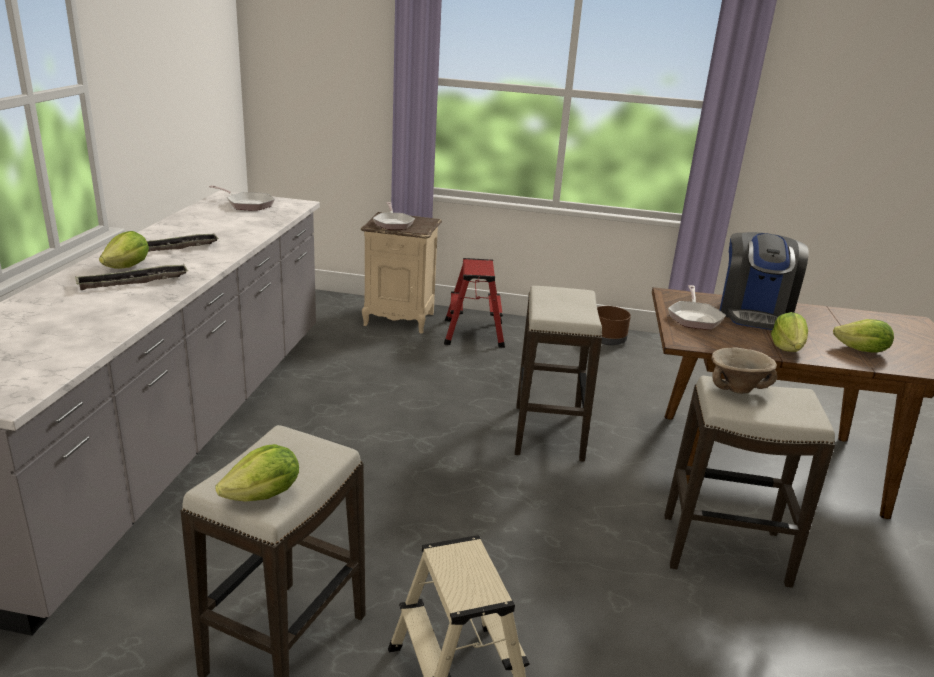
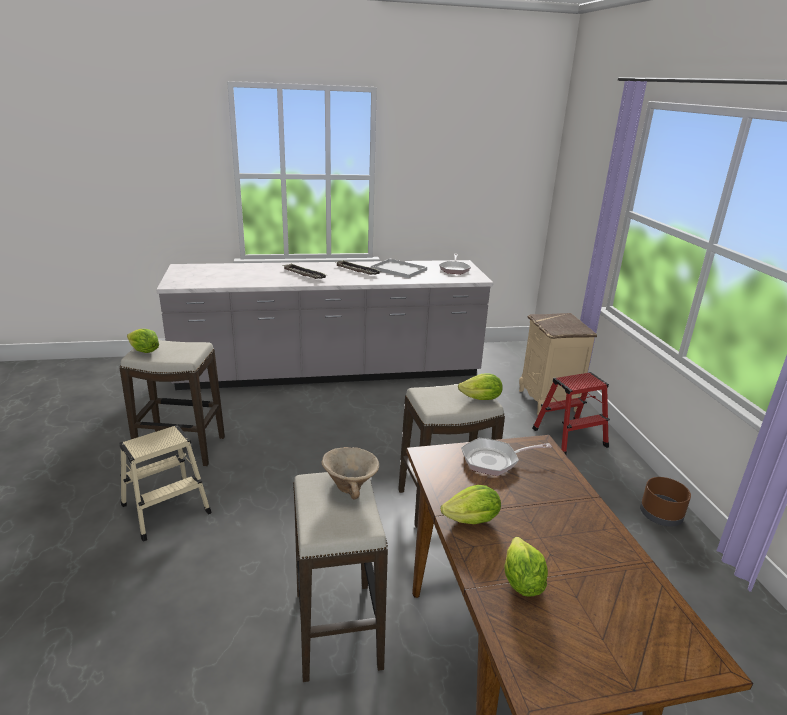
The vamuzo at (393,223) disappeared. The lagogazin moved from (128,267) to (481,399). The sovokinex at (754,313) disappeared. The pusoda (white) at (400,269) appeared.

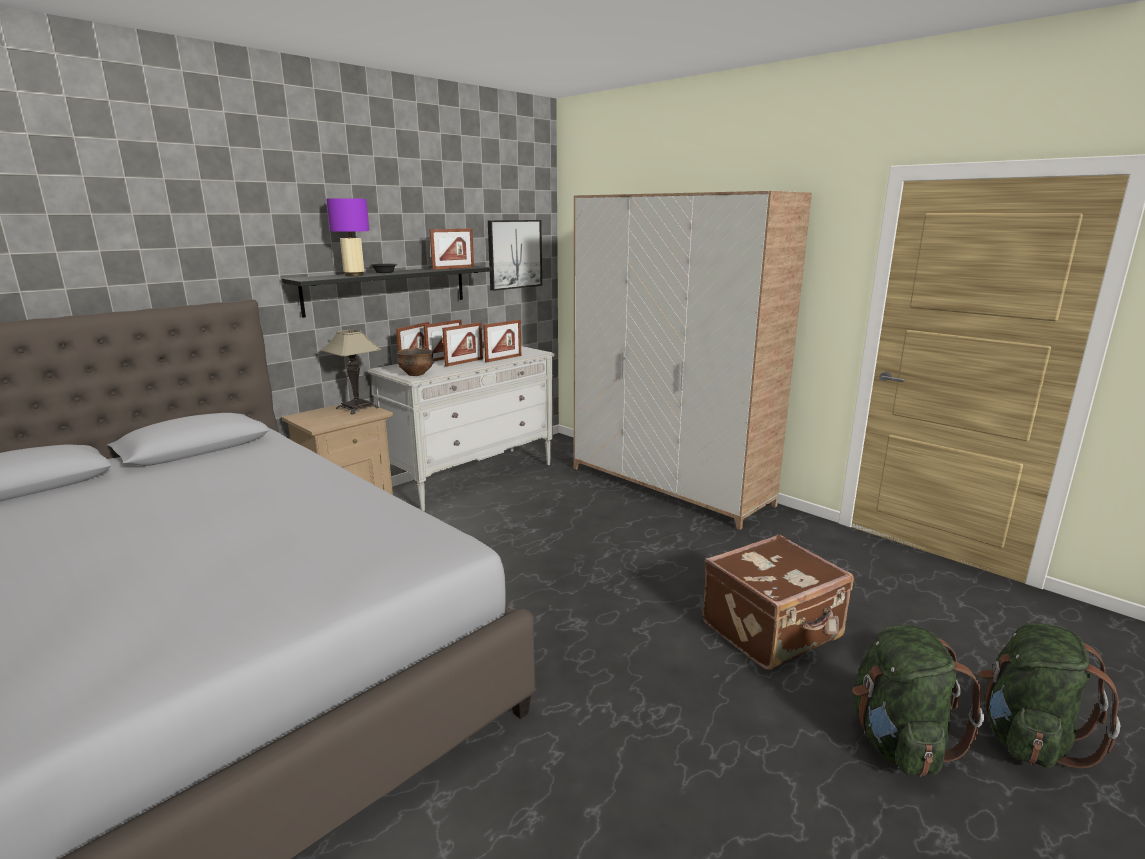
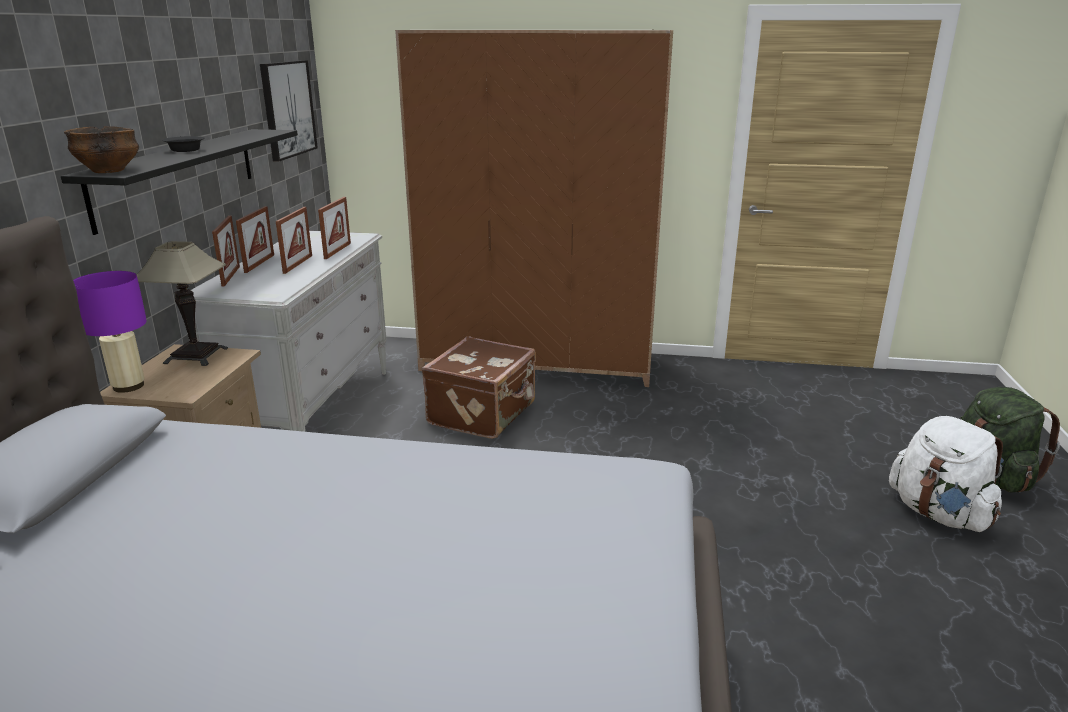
The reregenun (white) at (670,486) became the reregenun (brown) at (538,363). The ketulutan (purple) moved from (354,275) to (129,386). The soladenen at (453,268) disappeared. The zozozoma moved from (416,374) to (109,170). The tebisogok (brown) moved from (773,631) to (484,414). The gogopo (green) at (898,742) became the gogopo (white) at (939,514).

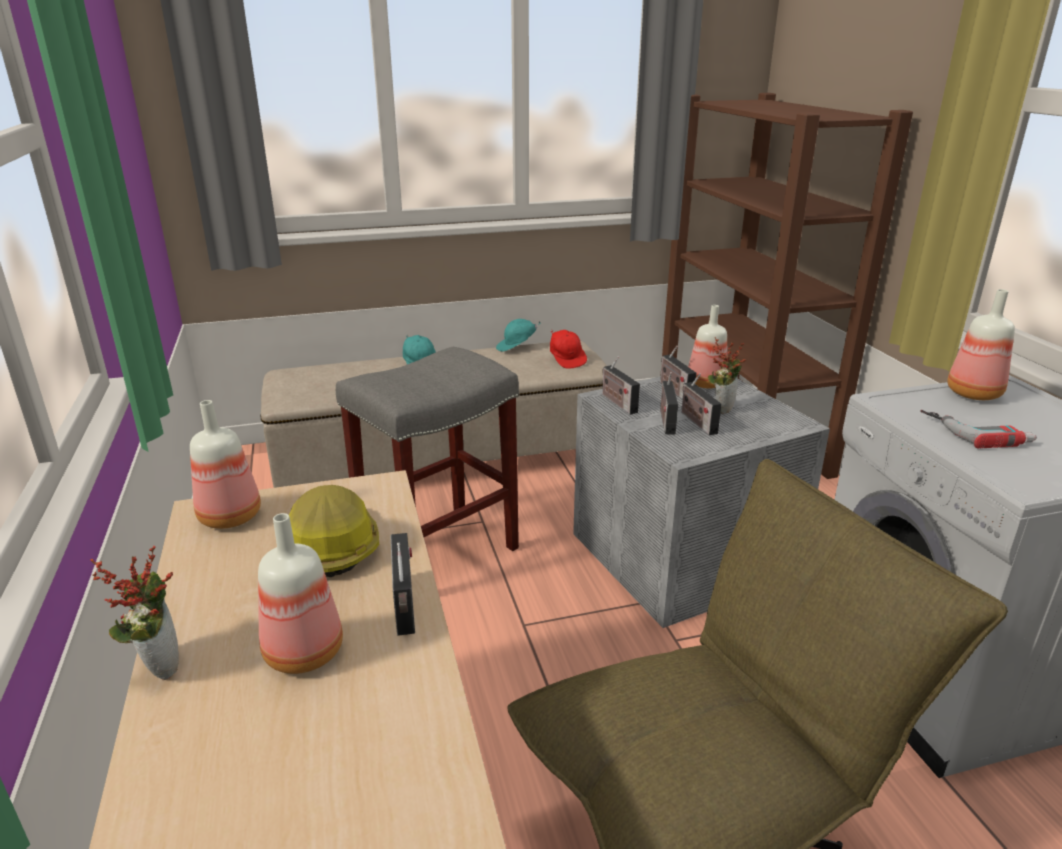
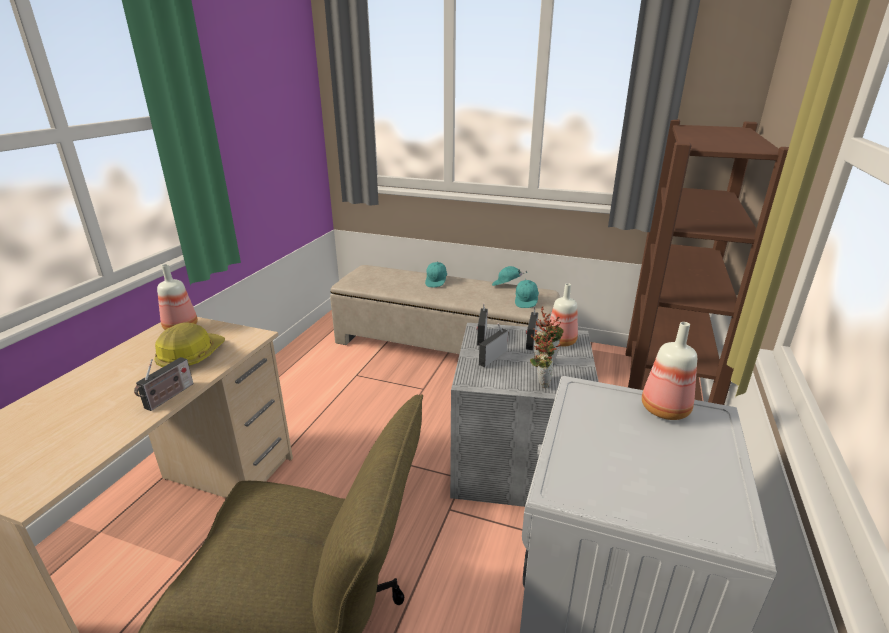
The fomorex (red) at (567,360) became the fomorex (turquoise) at (526,301). The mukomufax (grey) at (440,551) disappeared. The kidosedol at (696,421) disappeared. The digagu at (976,431) disappeared. The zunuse at (301,652) disappeared. The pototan moved from (158,664) to (541,381).

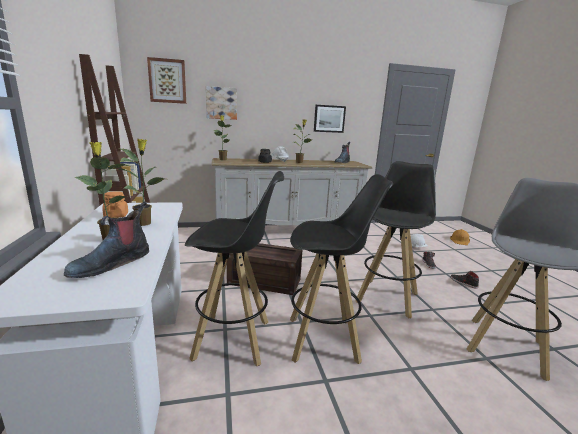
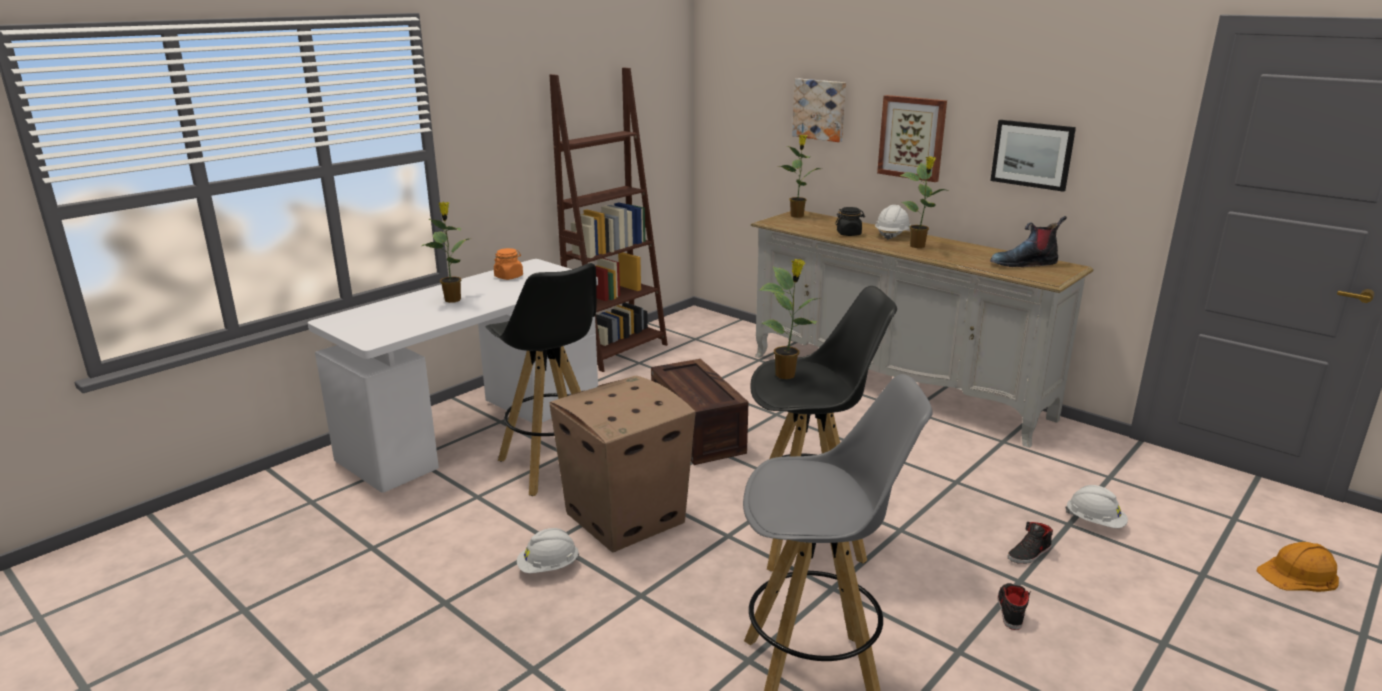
The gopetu moved from (167,81) to (912,137). The pototan moved from (144,223) to (786,375). The mukomufax (black) at (324,340) was replaced by the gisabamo at (623,518). The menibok at (111,263) disappeared. The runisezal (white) at (548,567) appeared.

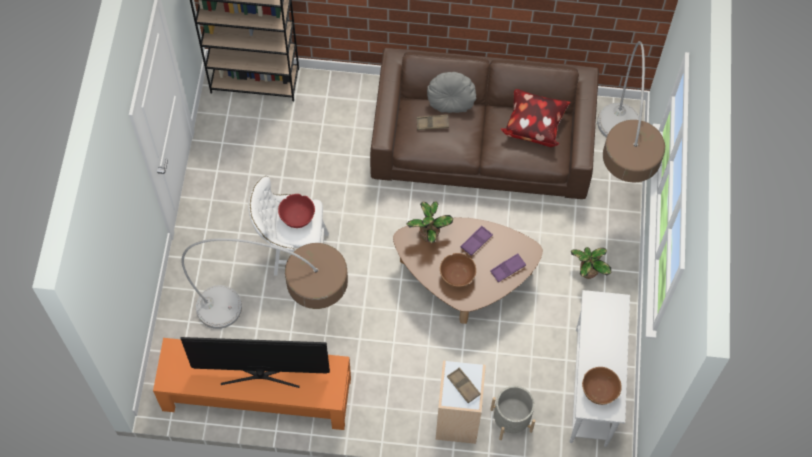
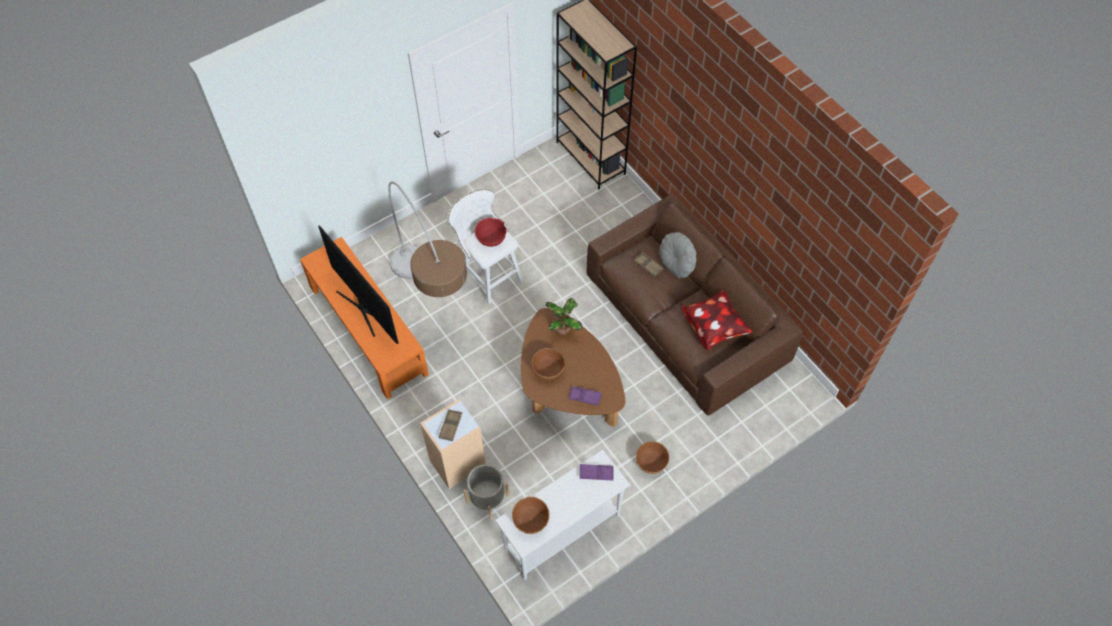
The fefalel at (616,174) disappeared. The pusoda (purple) moved from (476,242) to (596,473). The pototan at (587,273) was replaced by the zozozoma (brown) at (651,463).

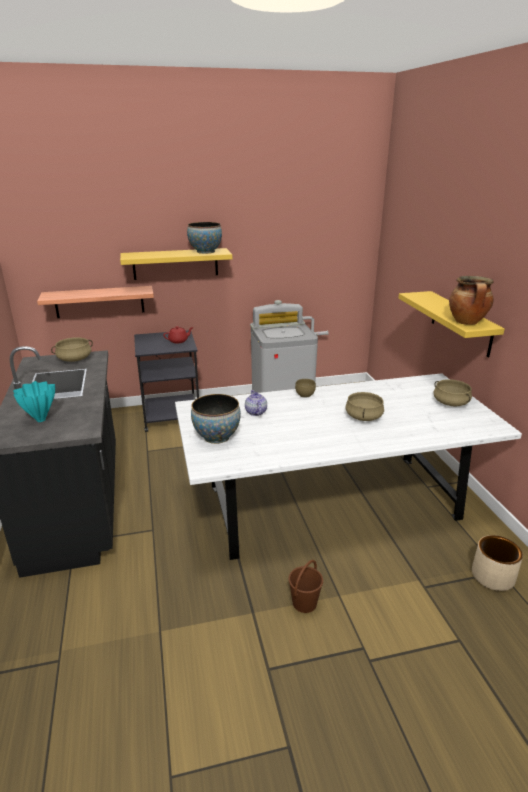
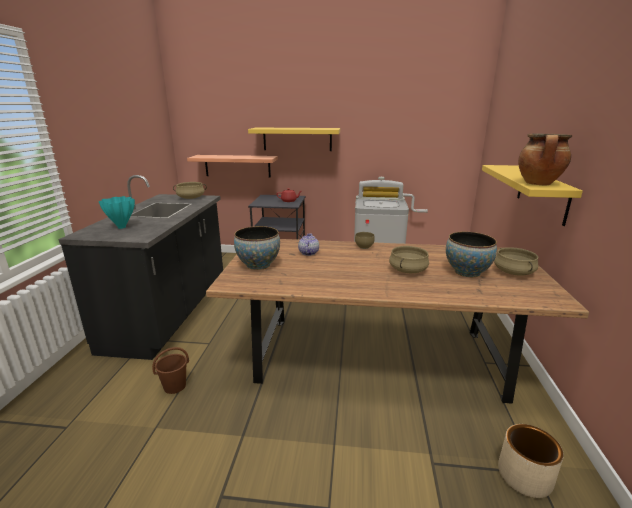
The zozozoma moved from (205,252) to (467,272). The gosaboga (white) at (332,503) became the gosaboga (brown) at (376,356). The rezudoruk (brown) moved from (304,602) to (175,386).

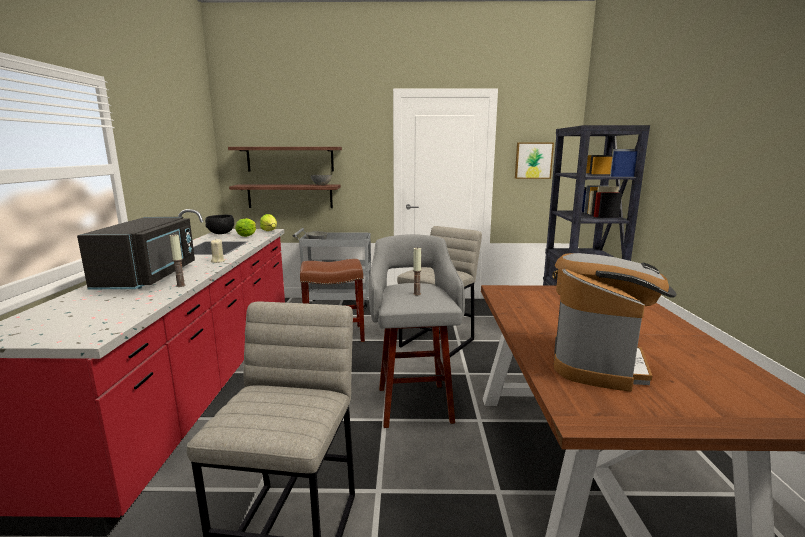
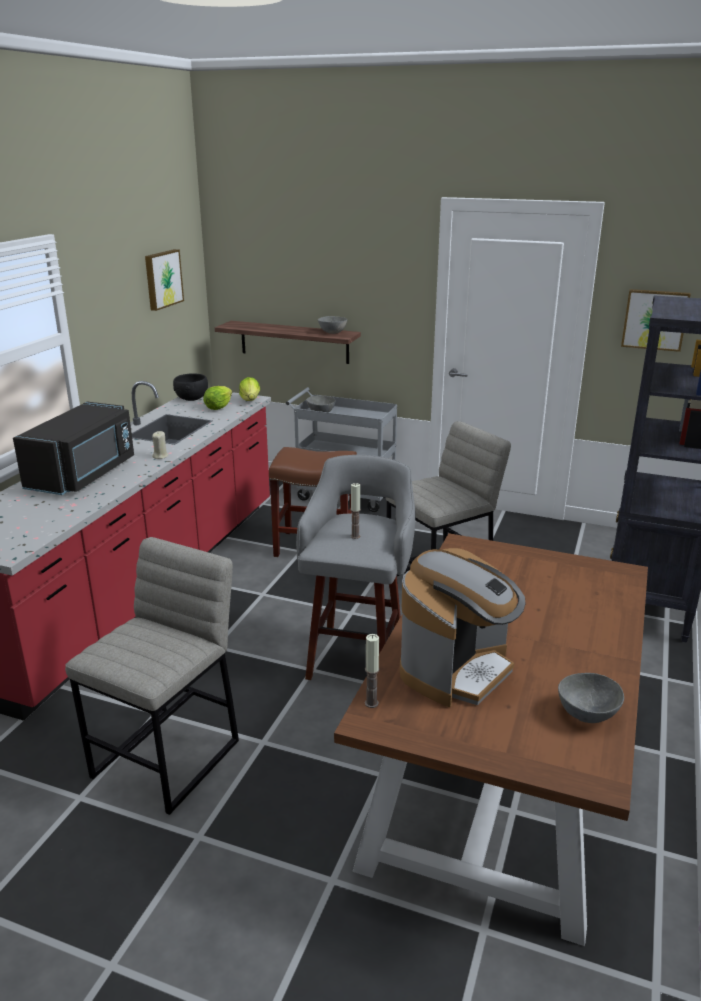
The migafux at (290,159) disappeared. The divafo moved from (181,285) to (371,703). The gopetu at (162,279) appeared. The zozozoma (grey) at (589,714) appeared.

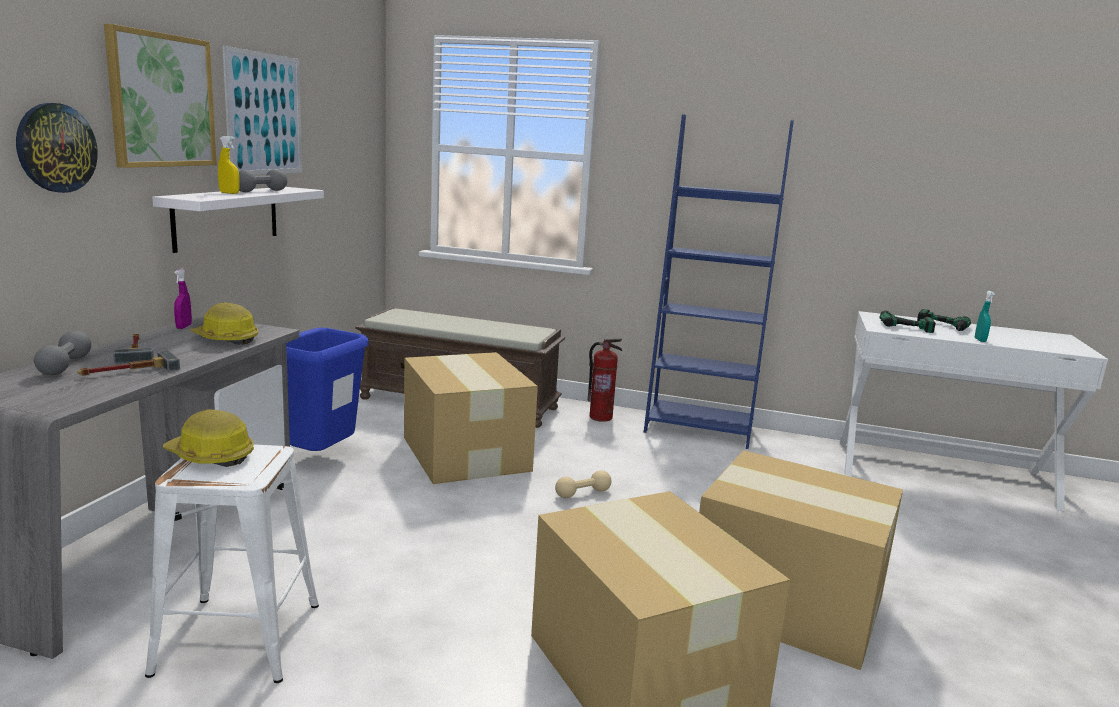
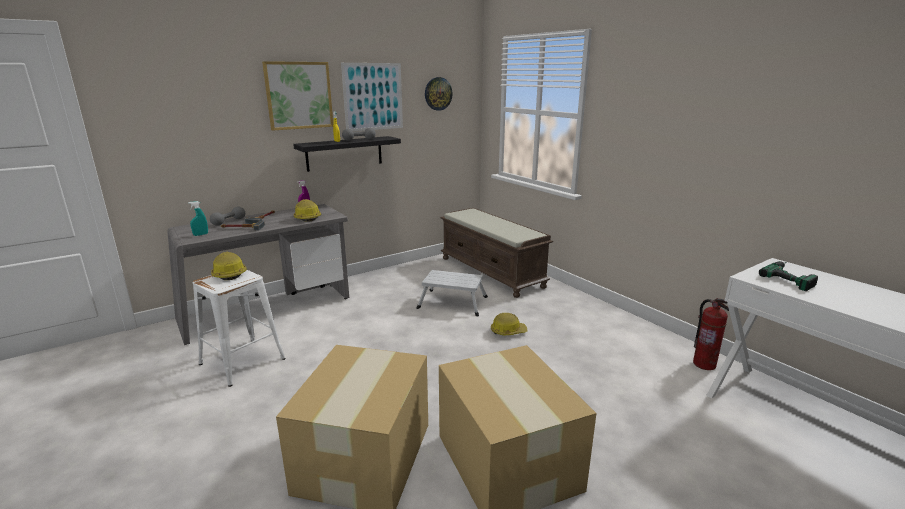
The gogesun moved from (56,148) to (438,94). The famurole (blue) at (698,430) disappeared. The migafux (white) at (227,217) became the migafux (black) at (344,153). The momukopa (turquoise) moved from (980,340) to (201,234). The digagu at (941,327) disappeared. The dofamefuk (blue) at (322,459) disappeared. The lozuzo moved from (601,417) to (704,364). The gisabamo at (466,453) was replaced by the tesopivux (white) at (453,302). The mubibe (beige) at (583,493) disappeared. The runisezal at (508,331) appeared.

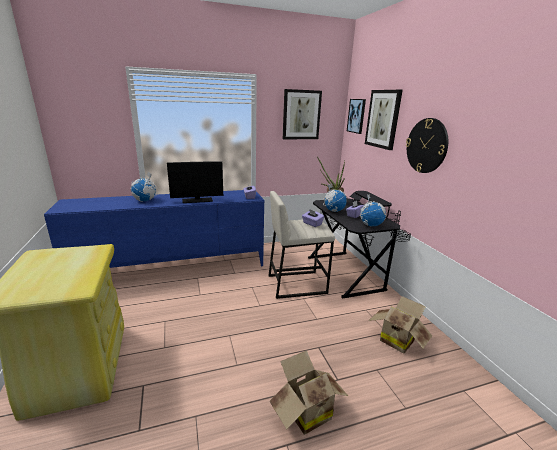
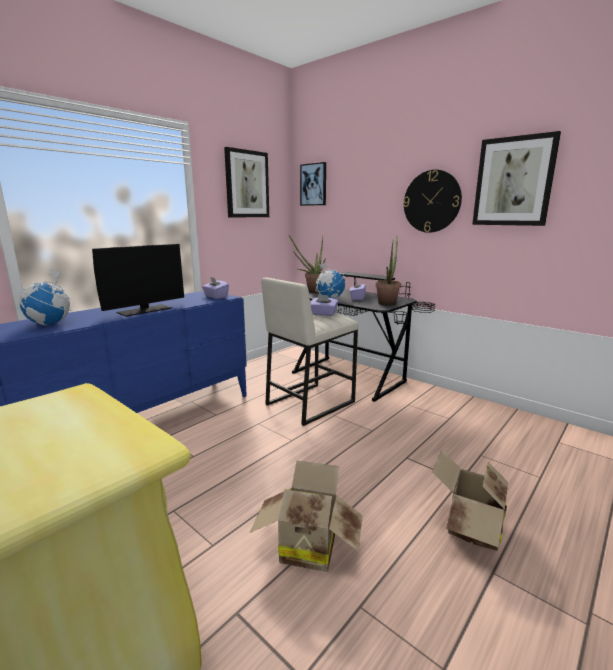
The gopetu moved from (383,119) to (513,182). The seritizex at (370,225) was replaced by the pototan at (388,303). The gisabamo moved from (397,339) to (307,545).

